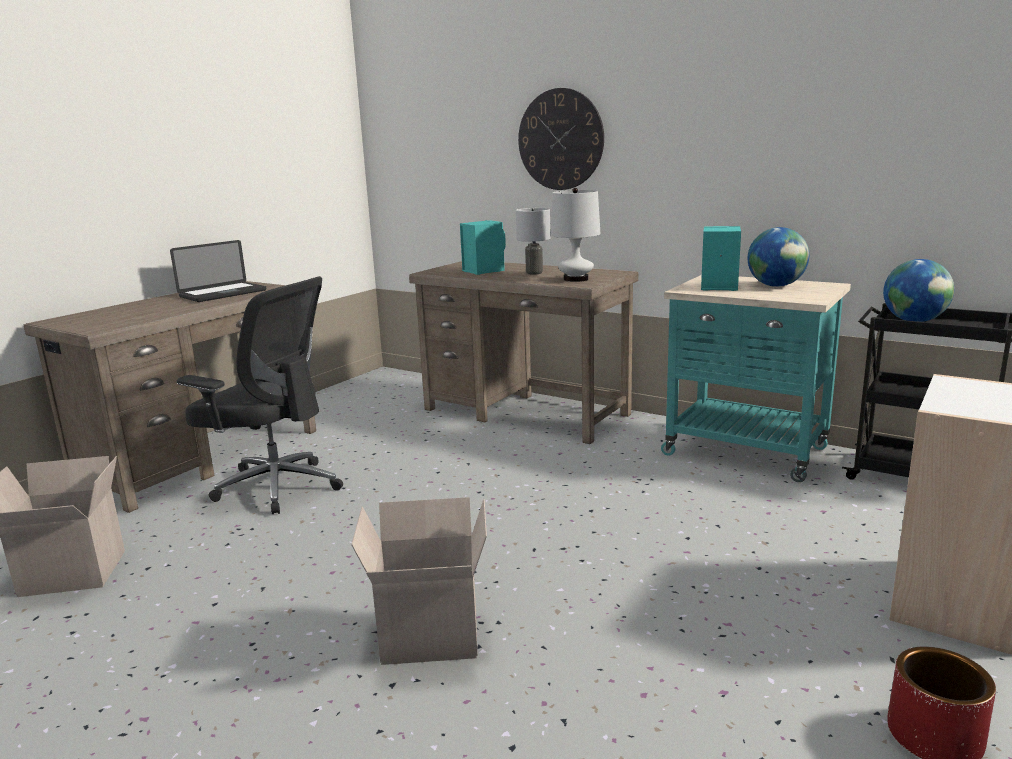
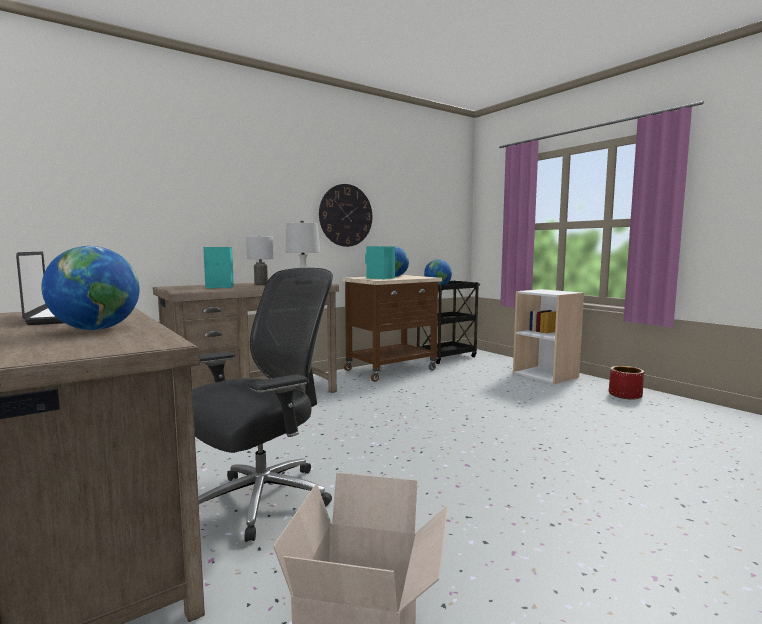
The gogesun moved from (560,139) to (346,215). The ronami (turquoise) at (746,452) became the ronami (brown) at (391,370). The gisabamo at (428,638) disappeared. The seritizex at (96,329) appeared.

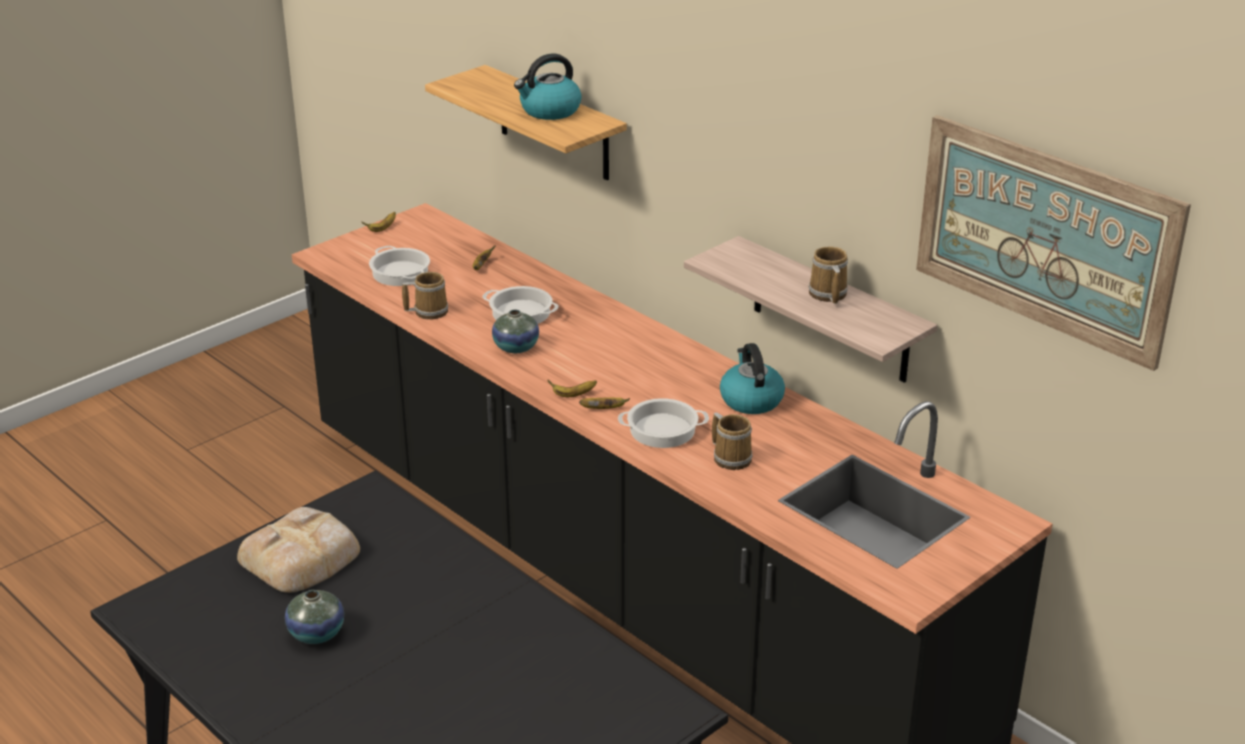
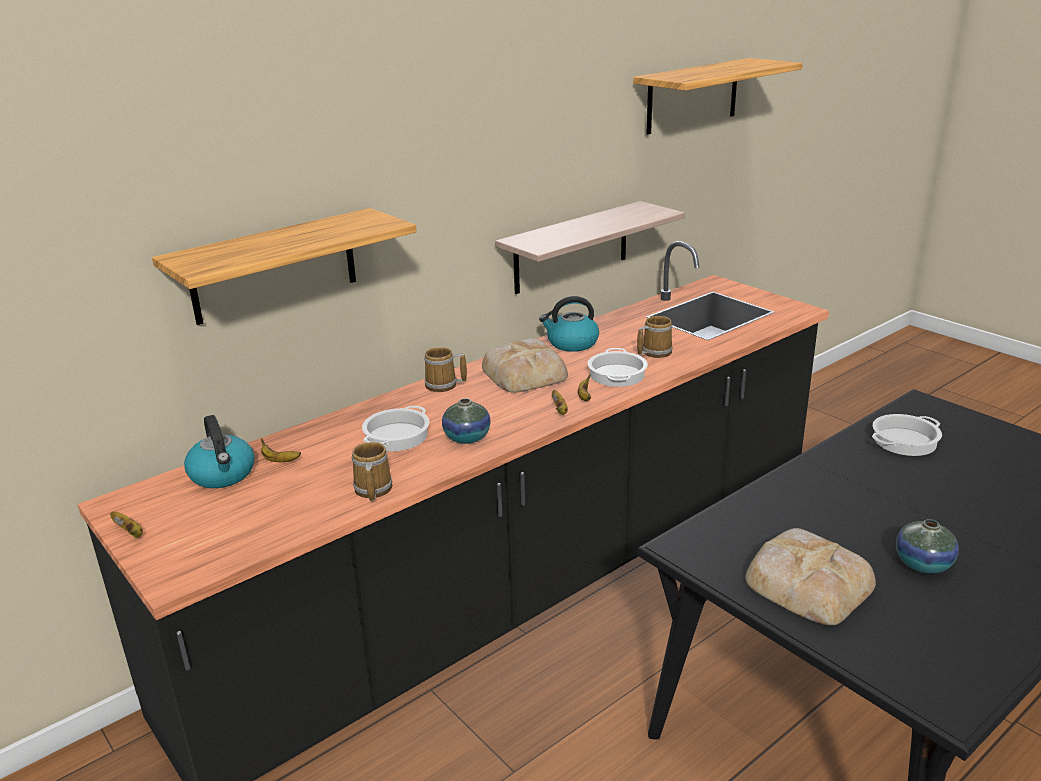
The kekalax moved from (549,111) to (223,475). The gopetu at (1044,238) was replaced by the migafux at (692,96). The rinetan moved from (401,273) to (904,441). The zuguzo moved from (827,294) to (443,385). The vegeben at (525,373) appeared.

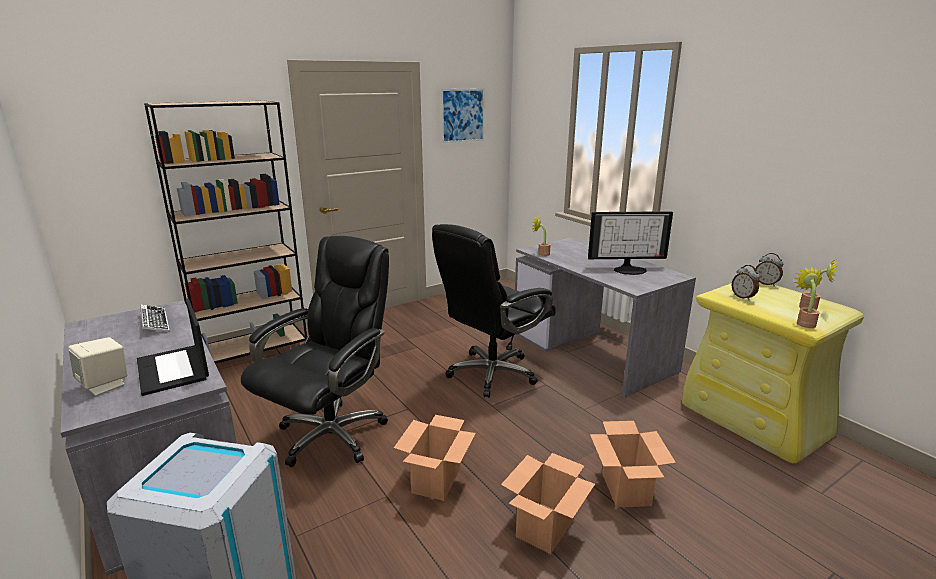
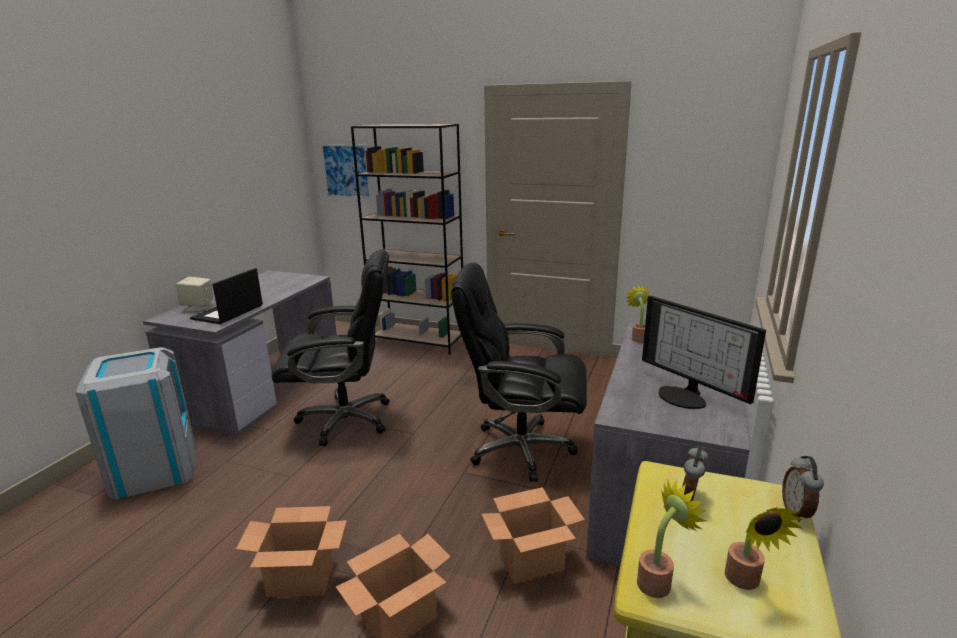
The gopetu moved from (462,115) to (346,171). The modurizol at (154,322) disappeared. The gisabamo moved from (436,480) to (532,561).

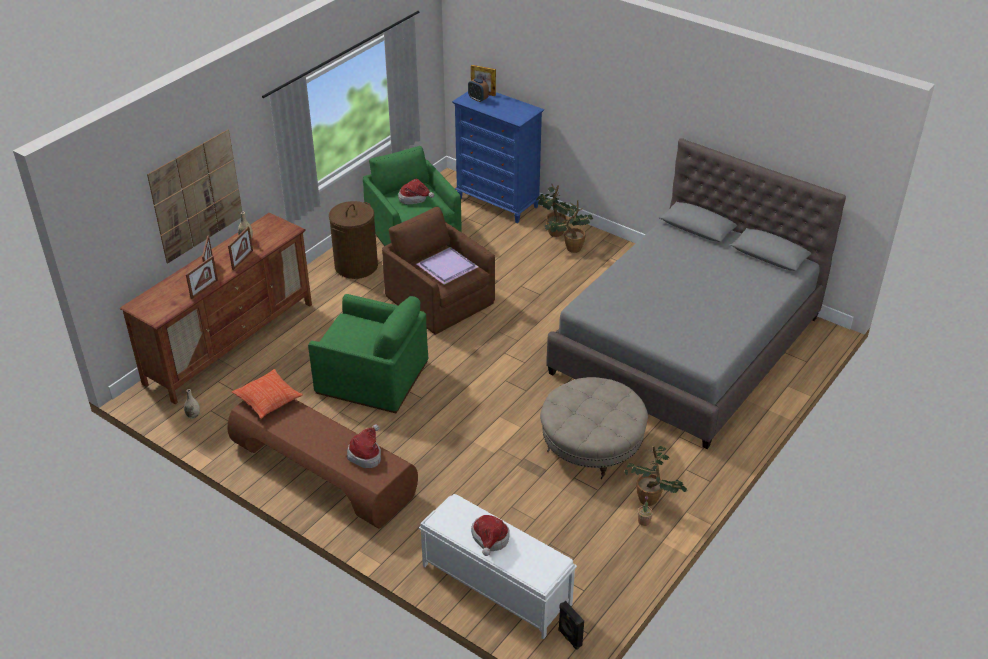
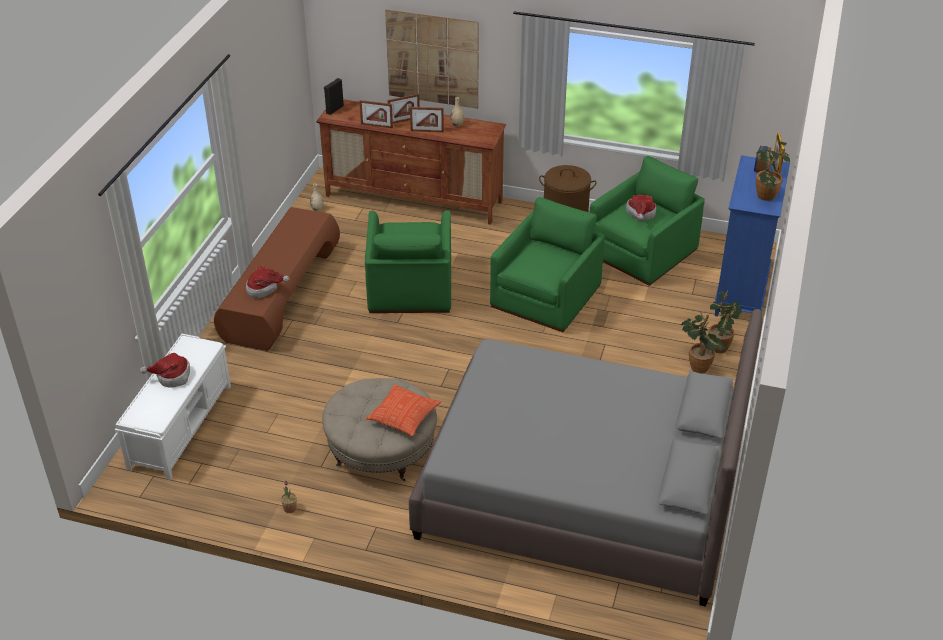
The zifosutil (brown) at (440,300) became the zifosutil (green) at (546,296). The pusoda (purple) at (447,268) disappeared. The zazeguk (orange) moved from (268,400) to (403,417). The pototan moved from (651,501) to (764,198). The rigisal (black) moved from (569,638) to (334,109).

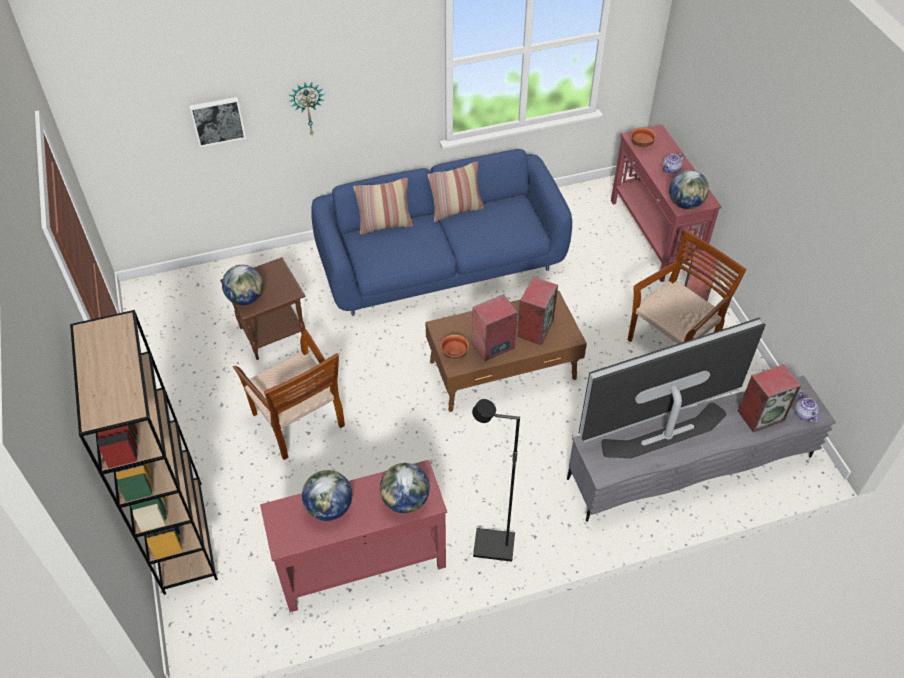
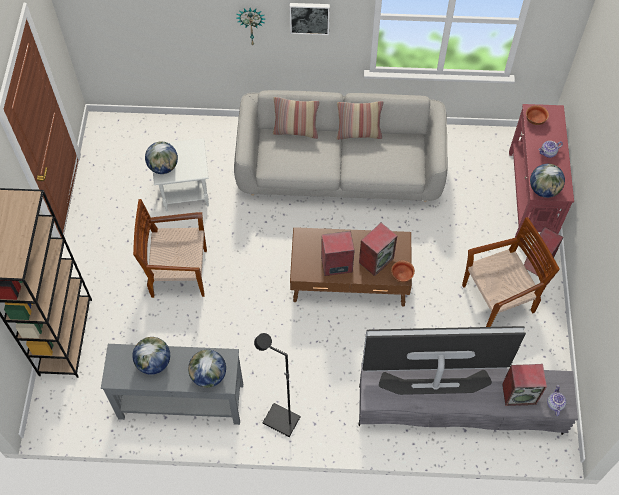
The gopetu moved from (217,120) to (309,17). The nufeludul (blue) at (441,265) became the nufeludul (grey) at (340,171). The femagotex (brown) at (273,334) became the femagotex (white) at (186,192). The zifosutil (brown) at (298,421) turned 105 degrees clockwise. The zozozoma moved from (454,353) to (401,275). The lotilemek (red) at (361,564) became the lotilemek (grey) at (180,401).

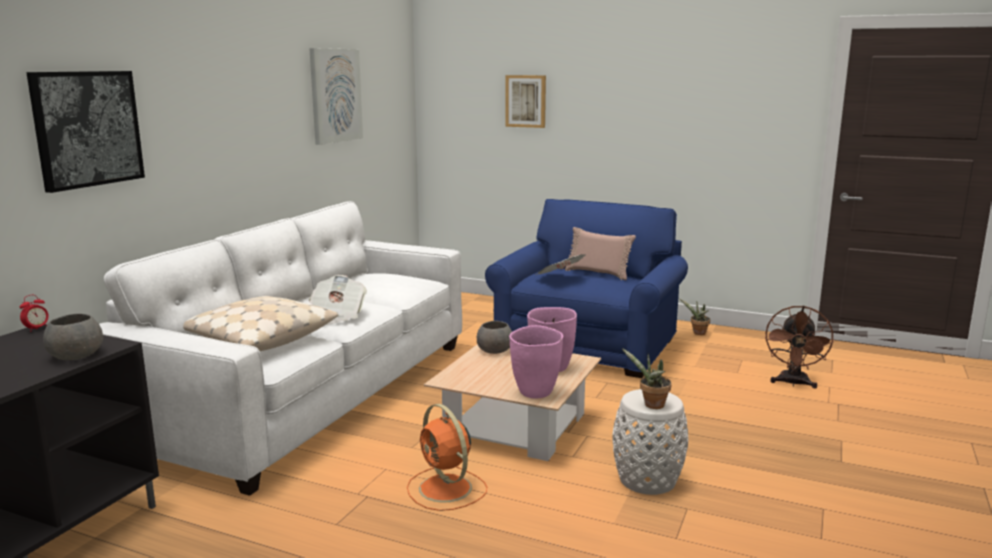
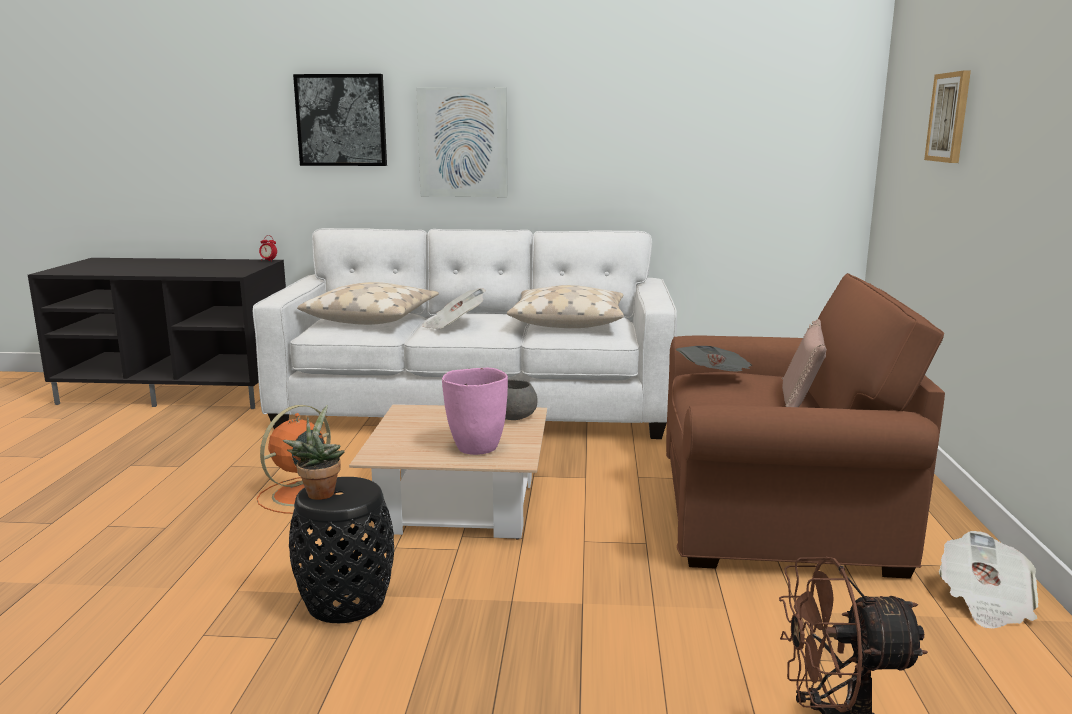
The gopetu moved from (335,95) to (463,142). The zifosutil (blue) at (588,346) became the zifosutil (brown) at (773,513). The pototan at (697,333) was replaced by the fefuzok at (985,603). The zozozoma (grey) at (75,356) disappeared. The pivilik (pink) at (535,392) disappeared. The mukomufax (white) at (647,480) became the mukomufax (black) at (346,602). The zazeguk (beige) at (568,321) appeared.

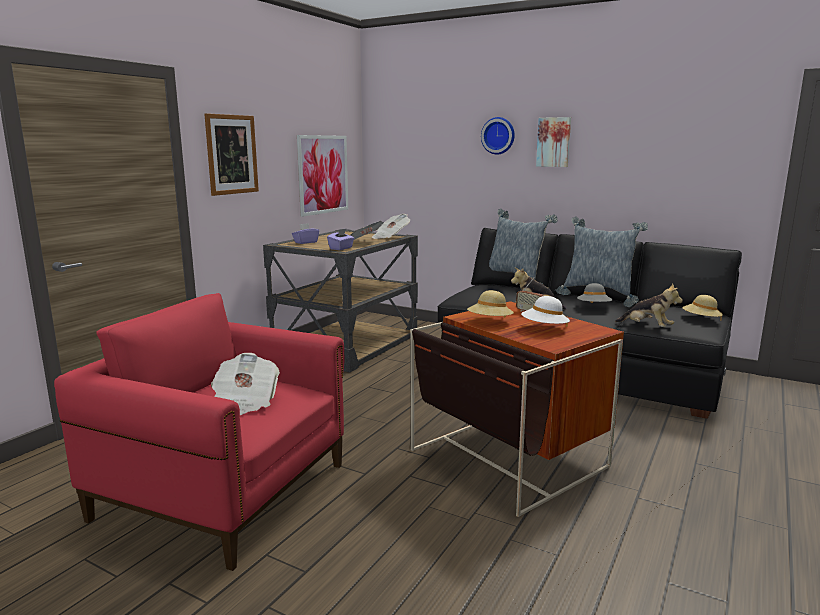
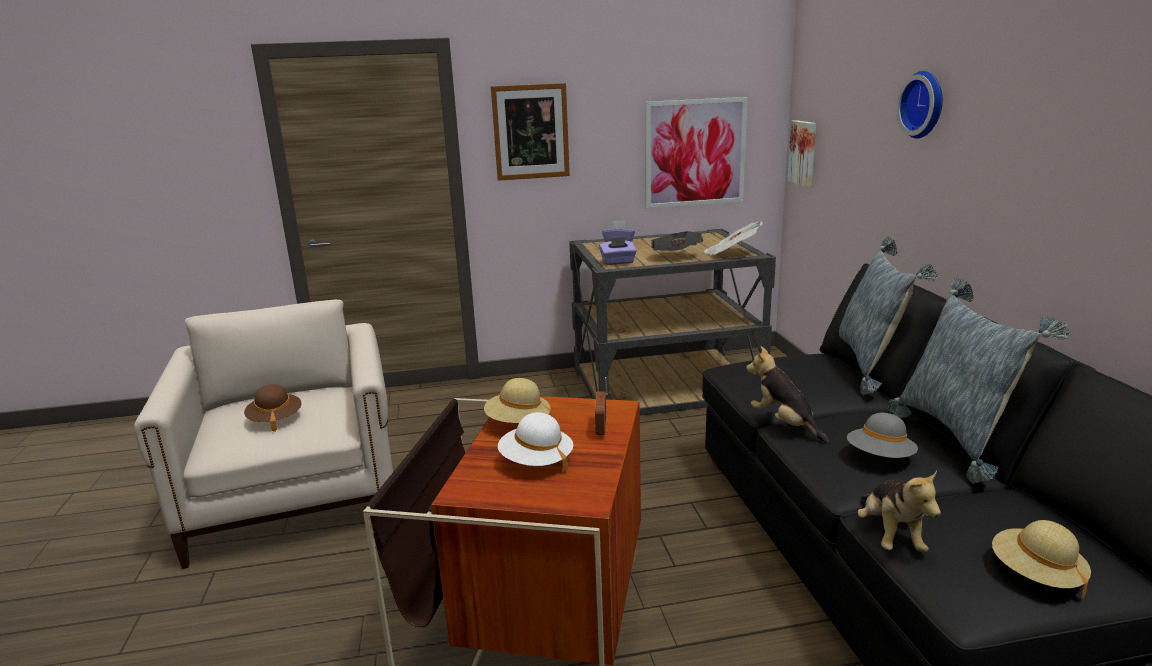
The gopetu moved from (553,142) to (804,153). The zifosutil (red) at (224,491) became the zifosutil (beige) at (297,497). The fefuzok at (245,401) was replaced by the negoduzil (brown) at (275,420).

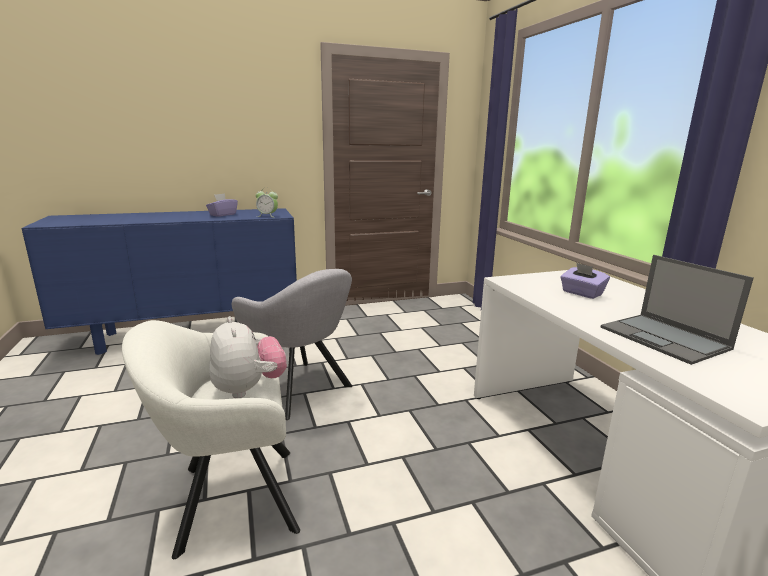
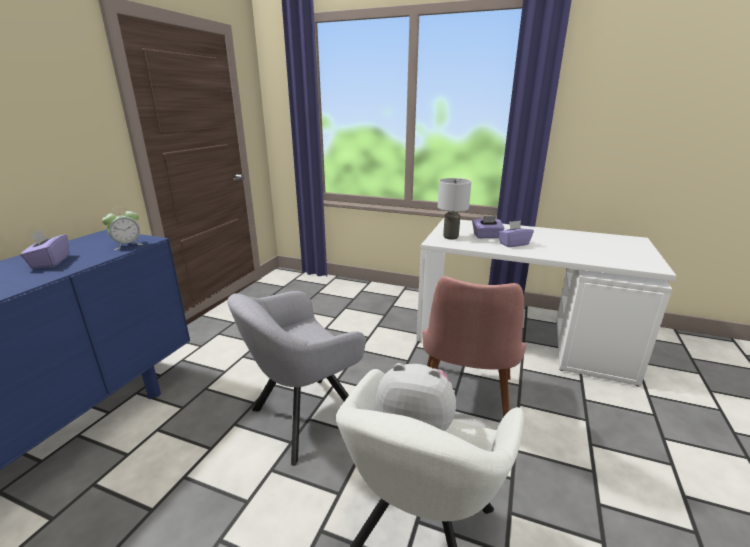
The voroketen at (665,338) disappeared. The zifosutil (grey) at (301,390) turned 150 degrees clockwise. The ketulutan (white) at (450,237) appeared. The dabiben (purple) at (513,244) appeared. The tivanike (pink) at (464,405) appeared.

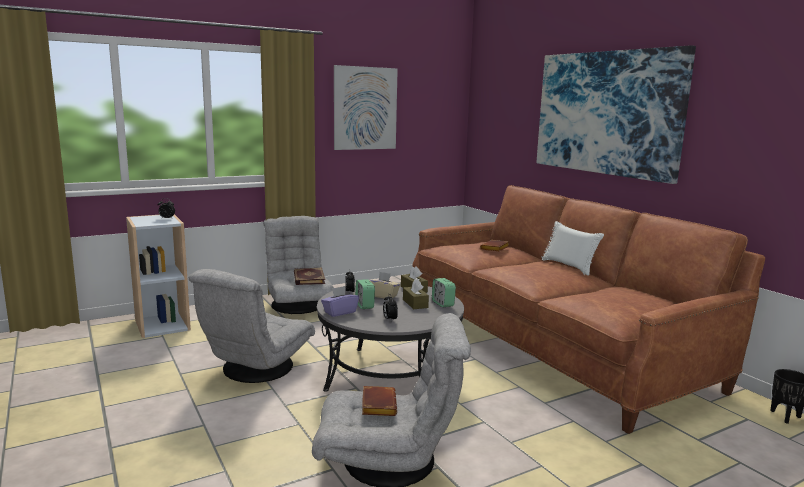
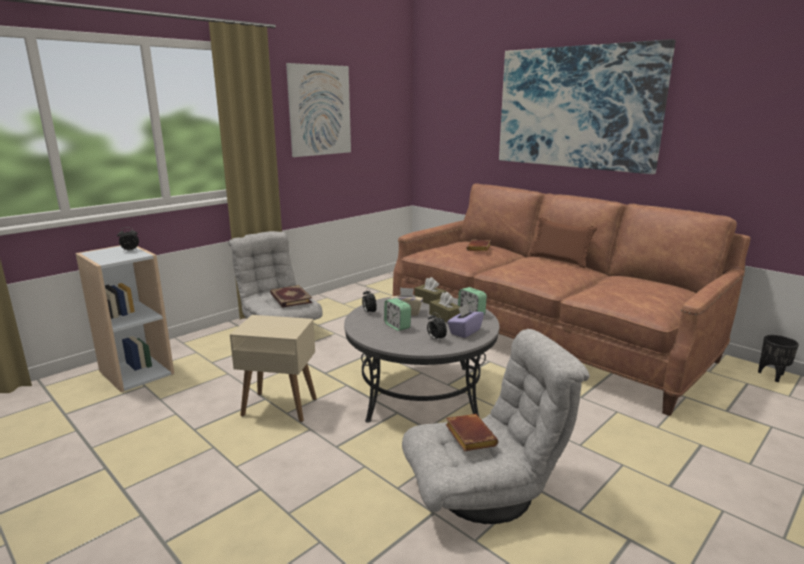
The zazeguk (white) at (569,267) became the zazeguk (brown) at (559,260). The zifosutil (grey) at (257,367) was replaced by the femagotex (beige) at (278,407). The dabiben (purple) moved from (340,312) to (464,331).

